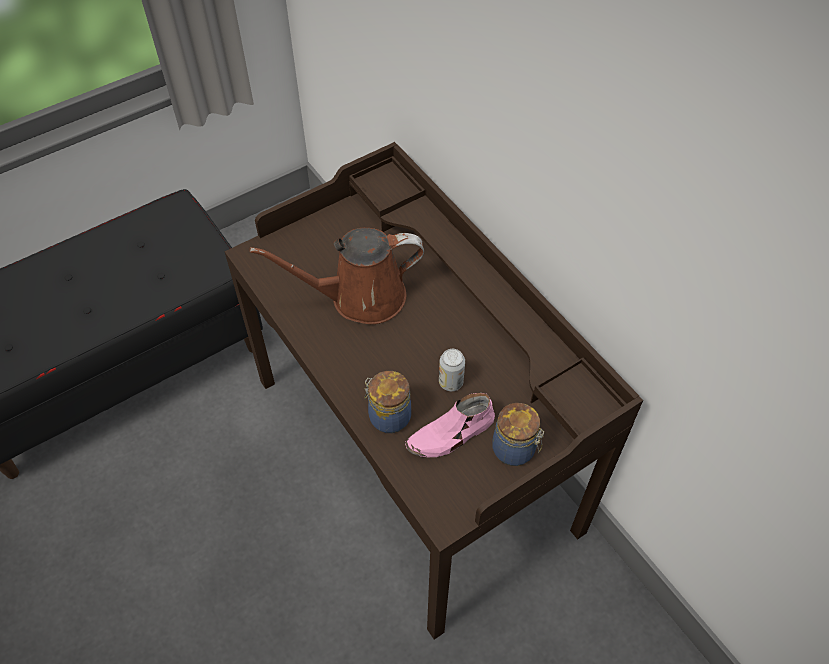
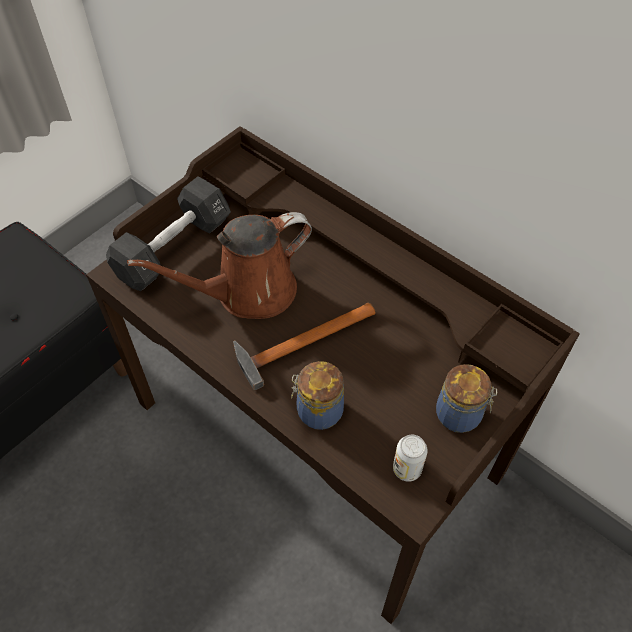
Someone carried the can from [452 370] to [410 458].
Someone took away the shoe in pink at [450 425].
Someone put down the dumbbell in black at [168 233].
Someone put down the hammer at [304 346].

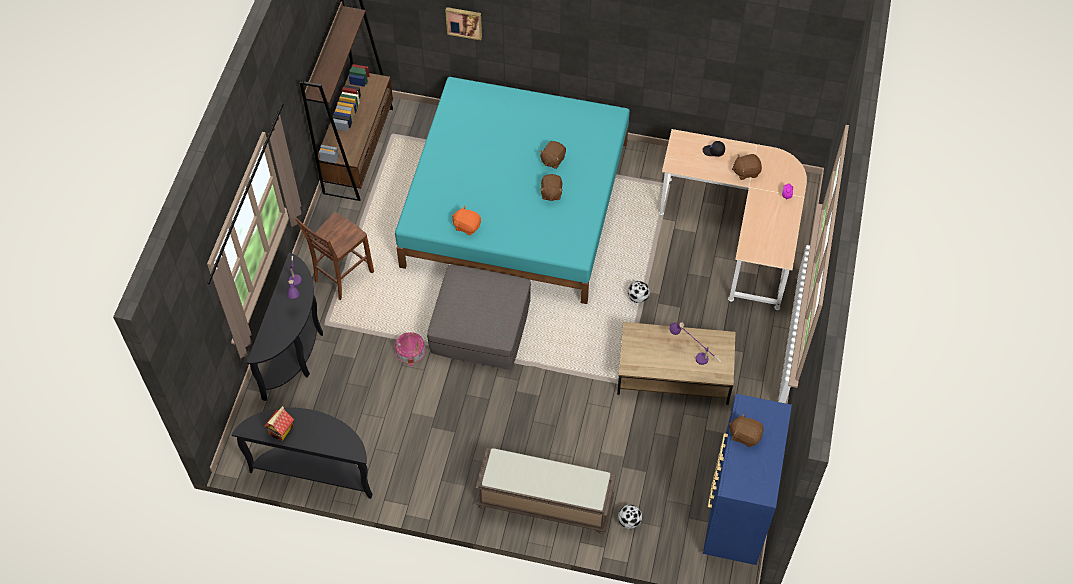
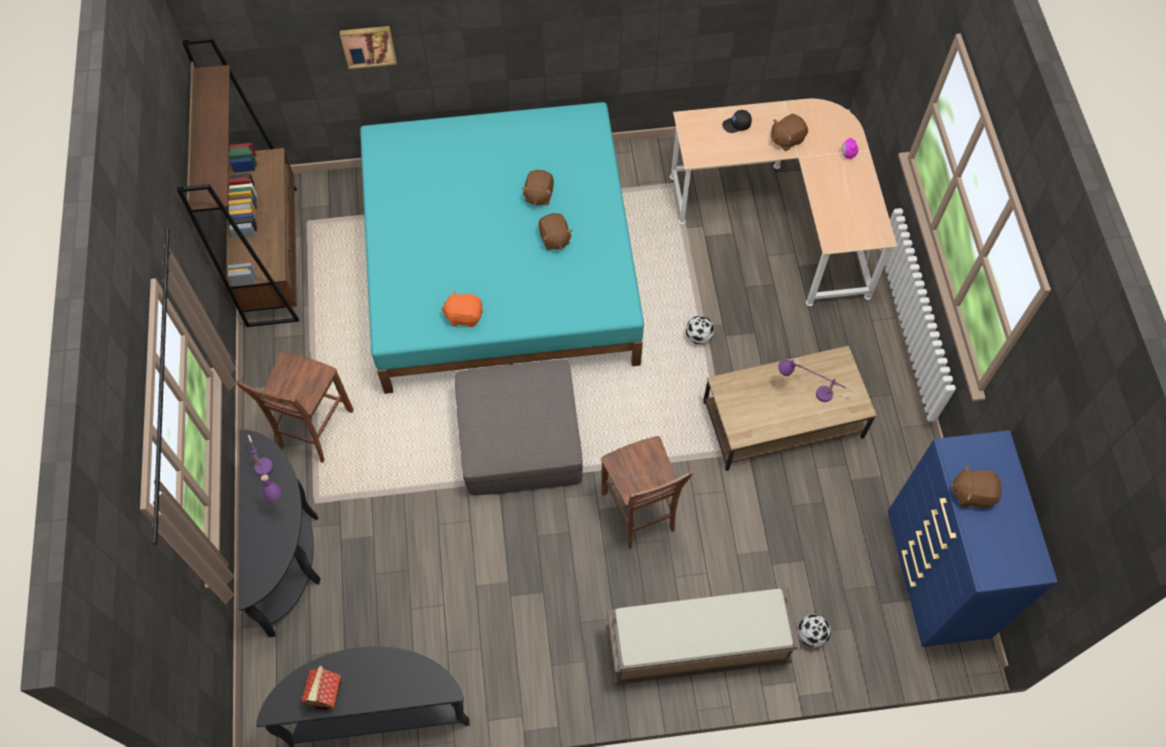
Someone took away the toy house at [410 349].
Someone put down the chair in brown at [647 492].

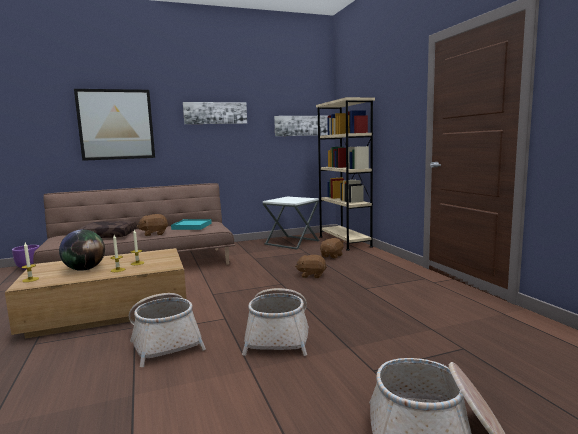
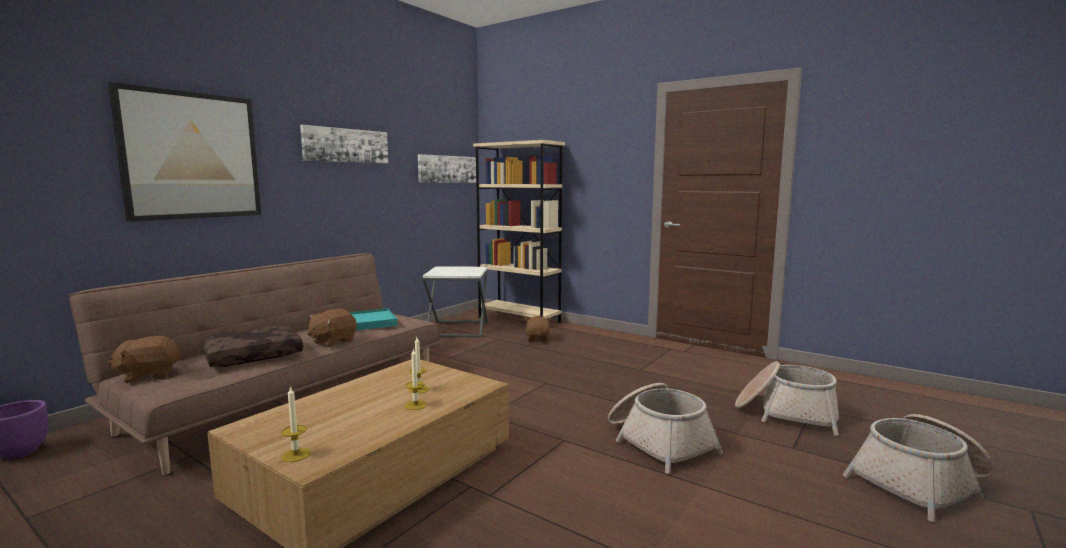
Someone took away the globe at [82 250].
Someone carried the plush toy in brown from [311 266] to [144 359].
Someone carried the basket from [167 330] to [787 398].

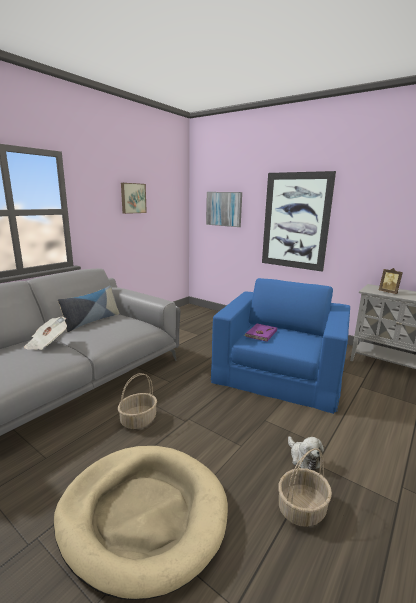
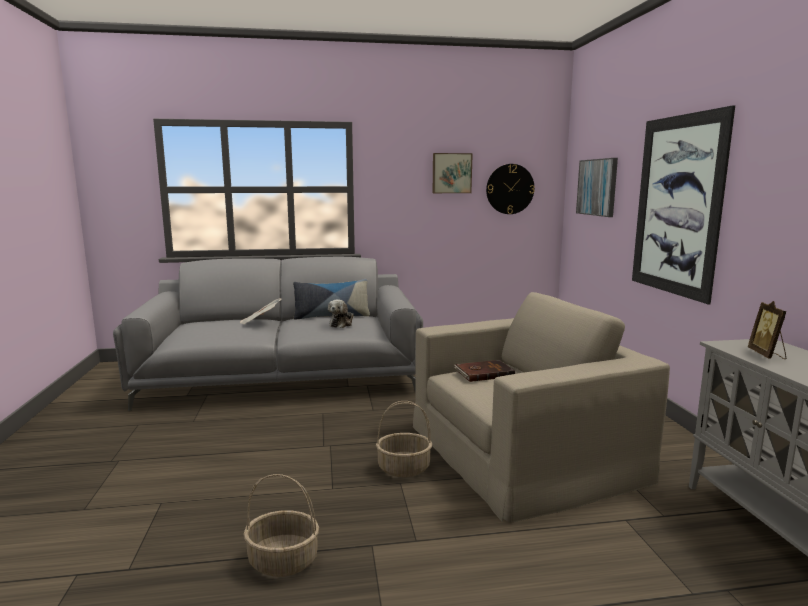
Someone repainted the armchair in blue at [280 346], which became the armchair in beige at [541 407].
Someone repainted the book in purple at [260 333], which became the book in brown at [484 371].
Someone carried the basket from [137 401] to [404 439].
Someone carried the plush toy from [306 453] to [341 313].
Someone took away the dog bed in beige at [141 523].
Someone put up the wall clock at [510 189].

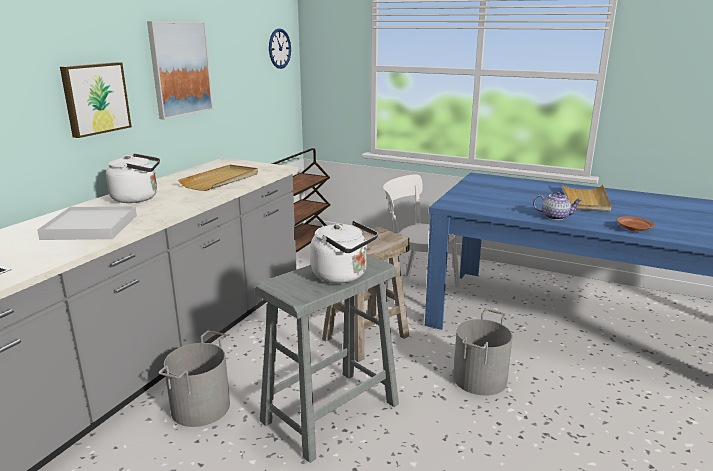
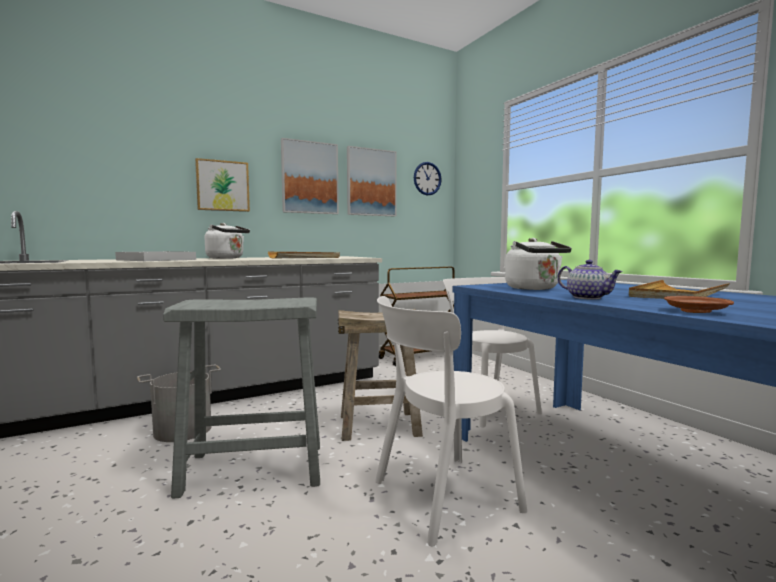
Someone carried the kettle in white from [344 252] to [538 264].
Someone swapped the bucket in grey at [483 352] for the chair in white at [451 421].
Someone put up the picture at [372 181].

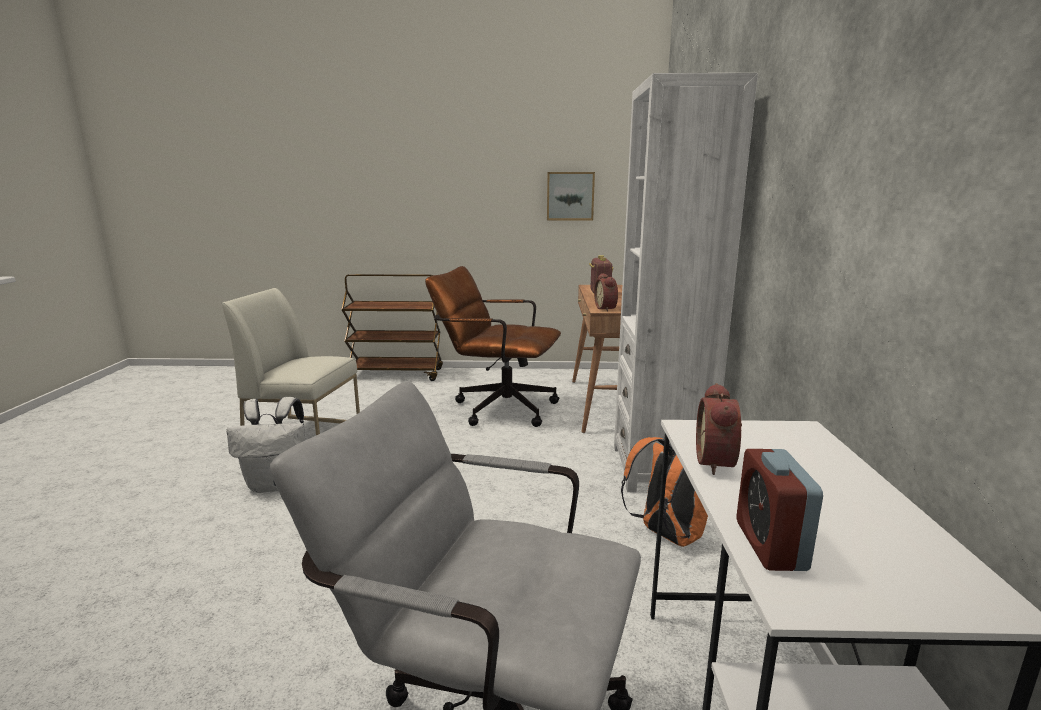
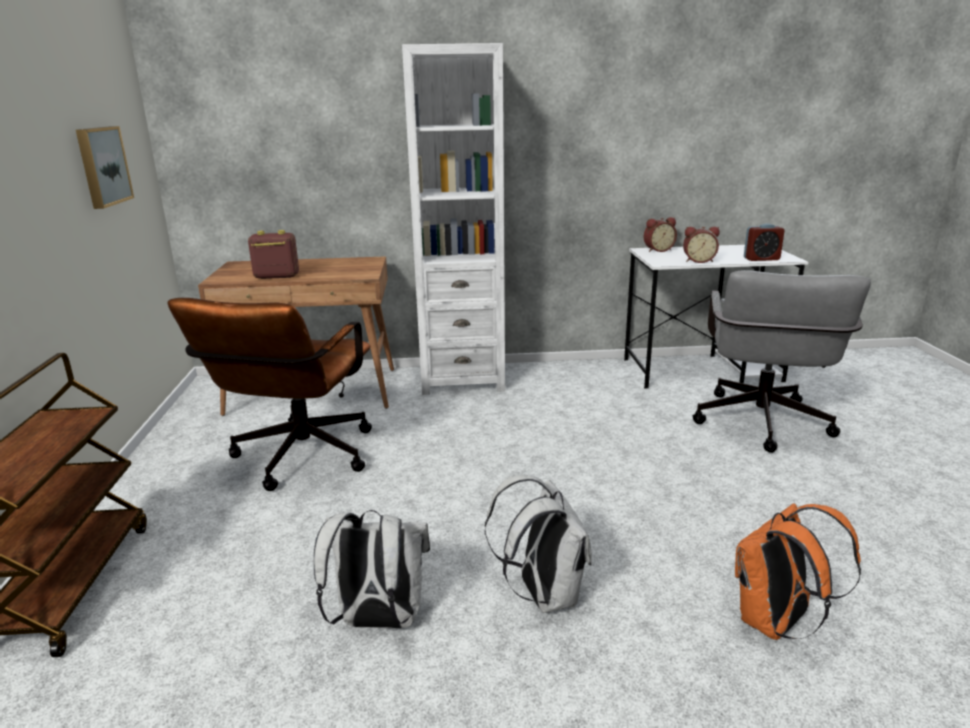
Someone carried the alarm clock from [606 292] to [660 234].
Someone swapped the chair in white at [291 361] for the backpack in white at [372 569].
Someone carried the backpack in orange from [664 492] to [798 572].

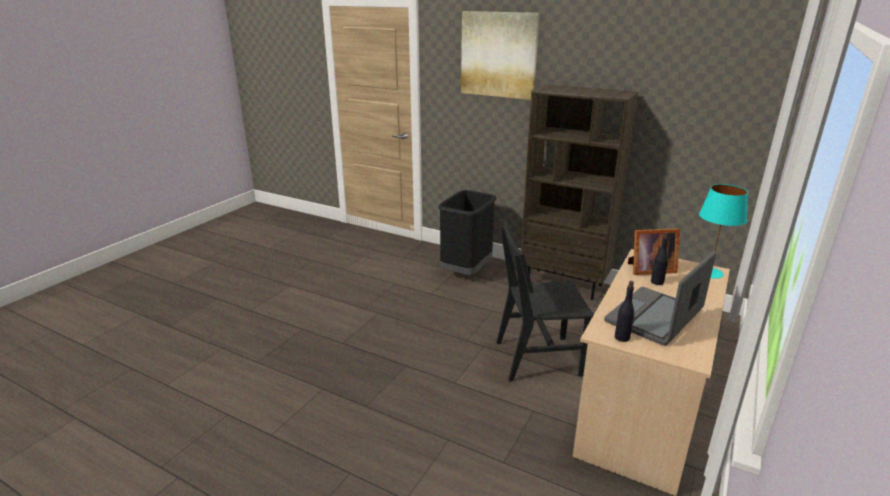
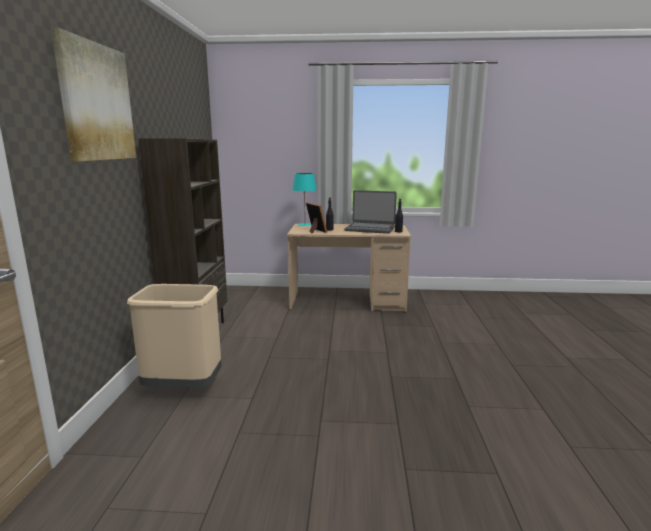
Someone repainted the trash can in black at [467 232], which became the trash can in beige at [174 336].
Someone took away the chair in black at [545 301].

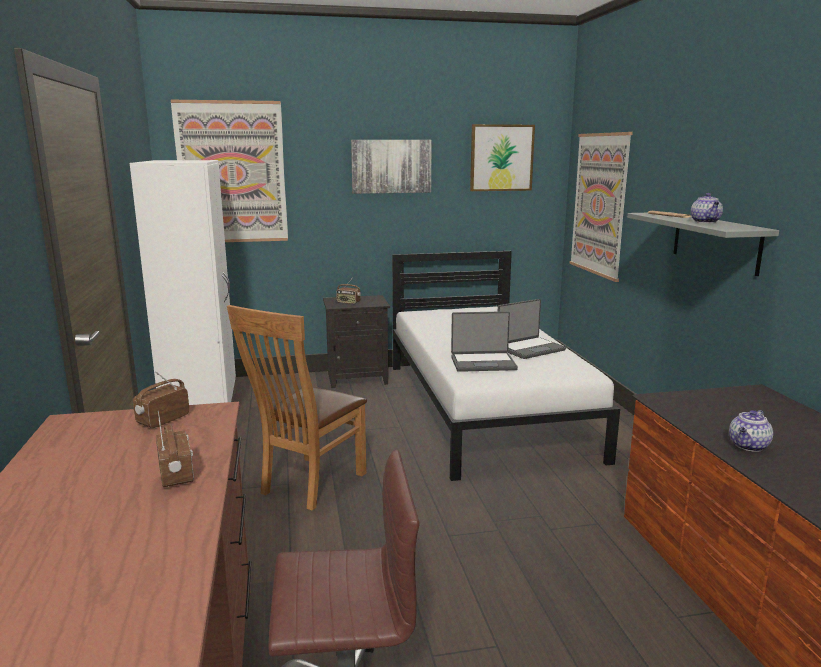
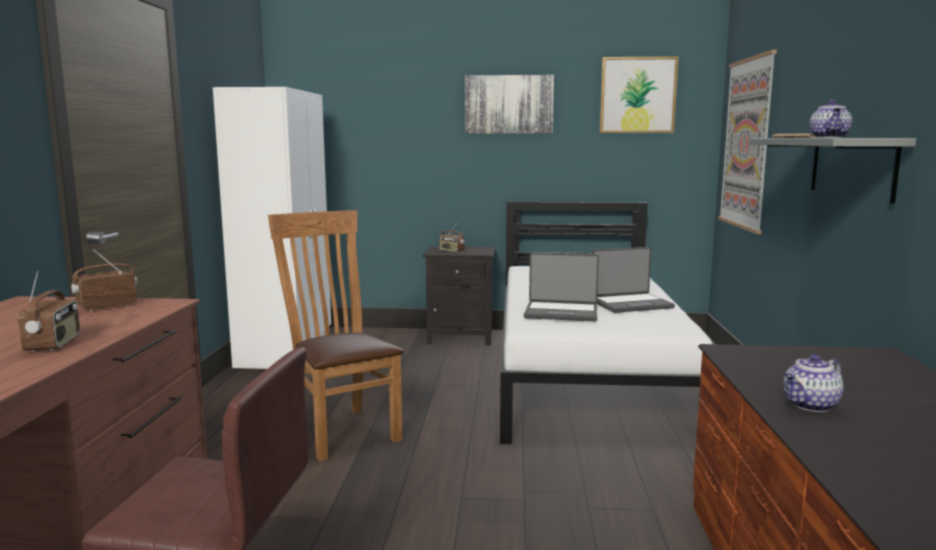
Someone took away the picture at [229 171].
Someone rotated the chair in brown at [297 408] by 105 degrees clockwise.

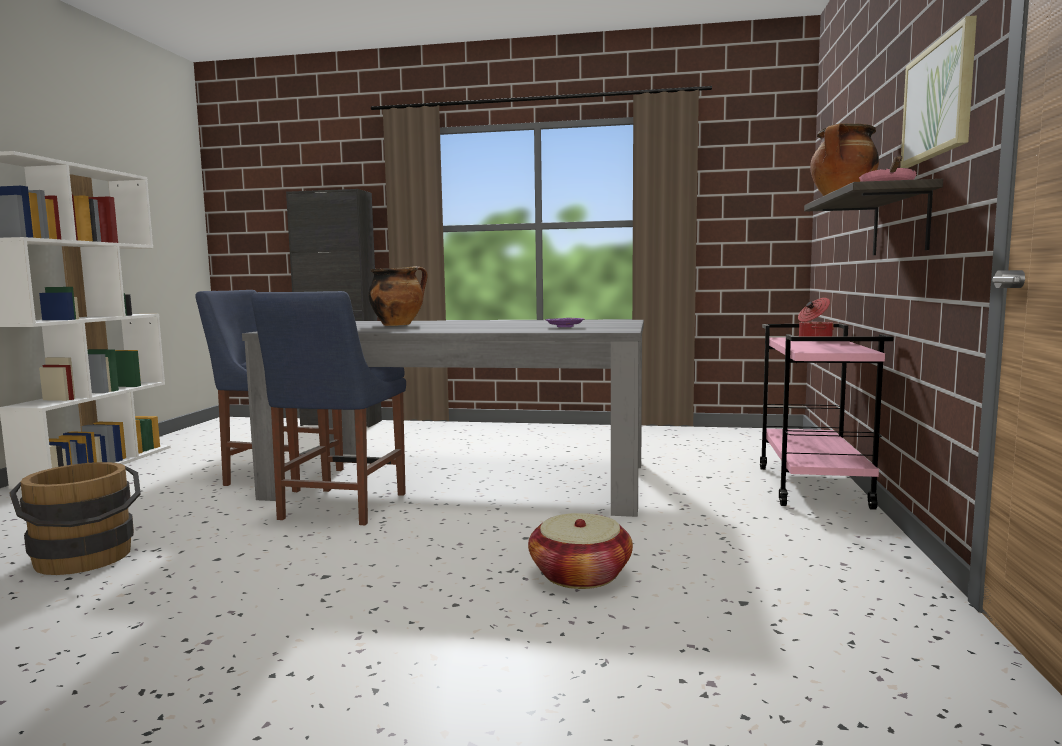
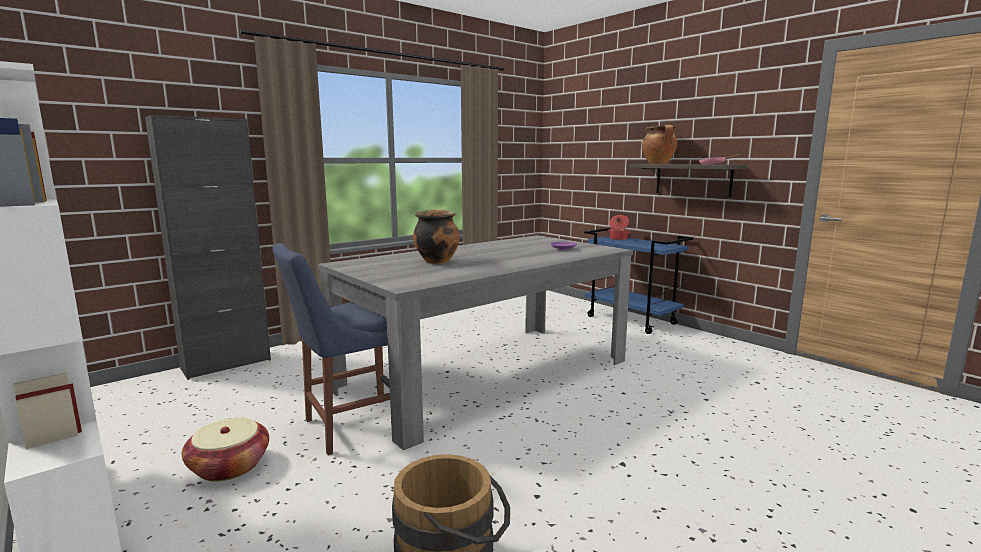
Someone took away the picture at [938 92].
Someone took away the chair in blue at [328 408].
Someone repainted the cart in pink at [826 417], which became the cart in blue at [638 281].
Someone carried the basket from [580 551] to [225 449].

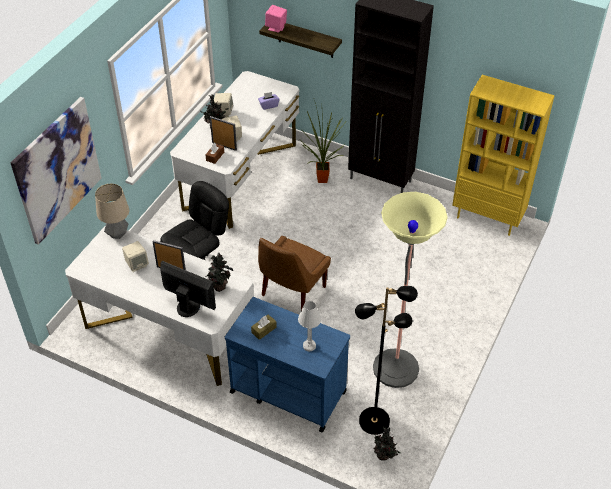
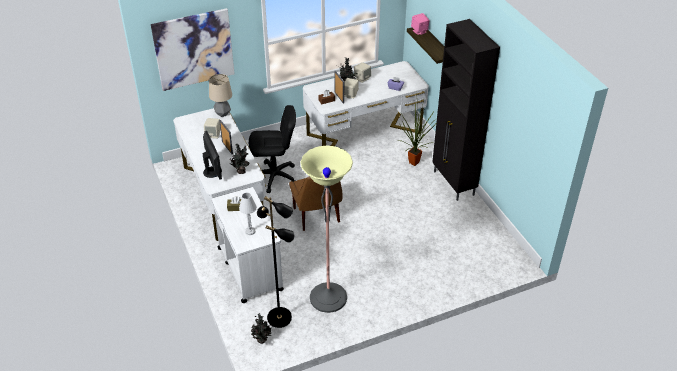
Someone took away the bookcase in yellow at [503 155].
Someone rotated the chair in brown at [294 273] by 90 degrees counterclockwise.
Someone repainted the cart in blue at [287 365], which became the cart in white at [248 245].

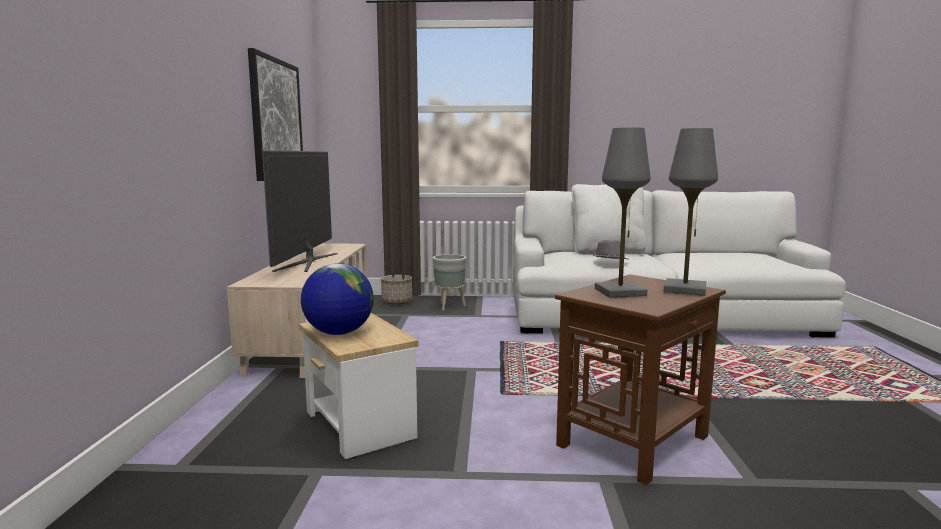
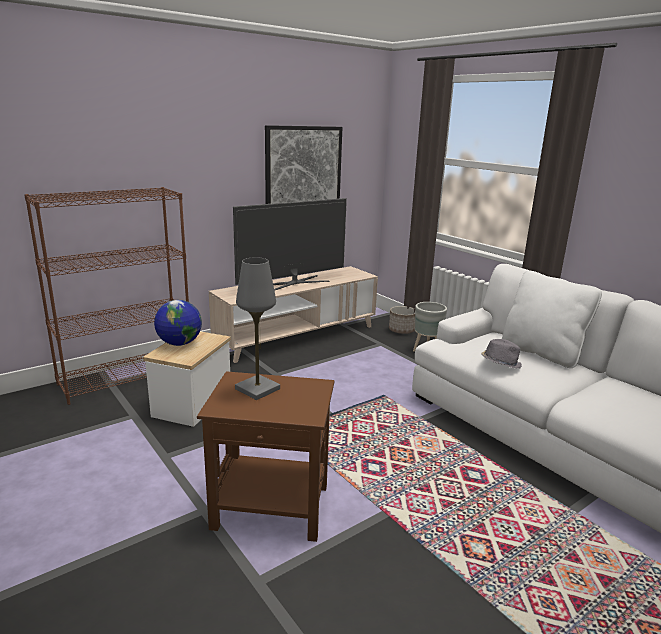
Someone took away the table lamp in grey at [691 212].
Someone put down the bookcase in brown at [107 296].

